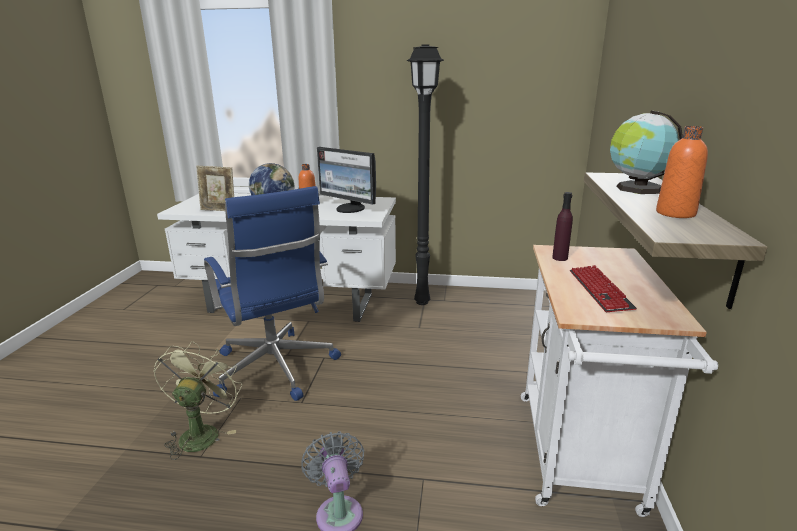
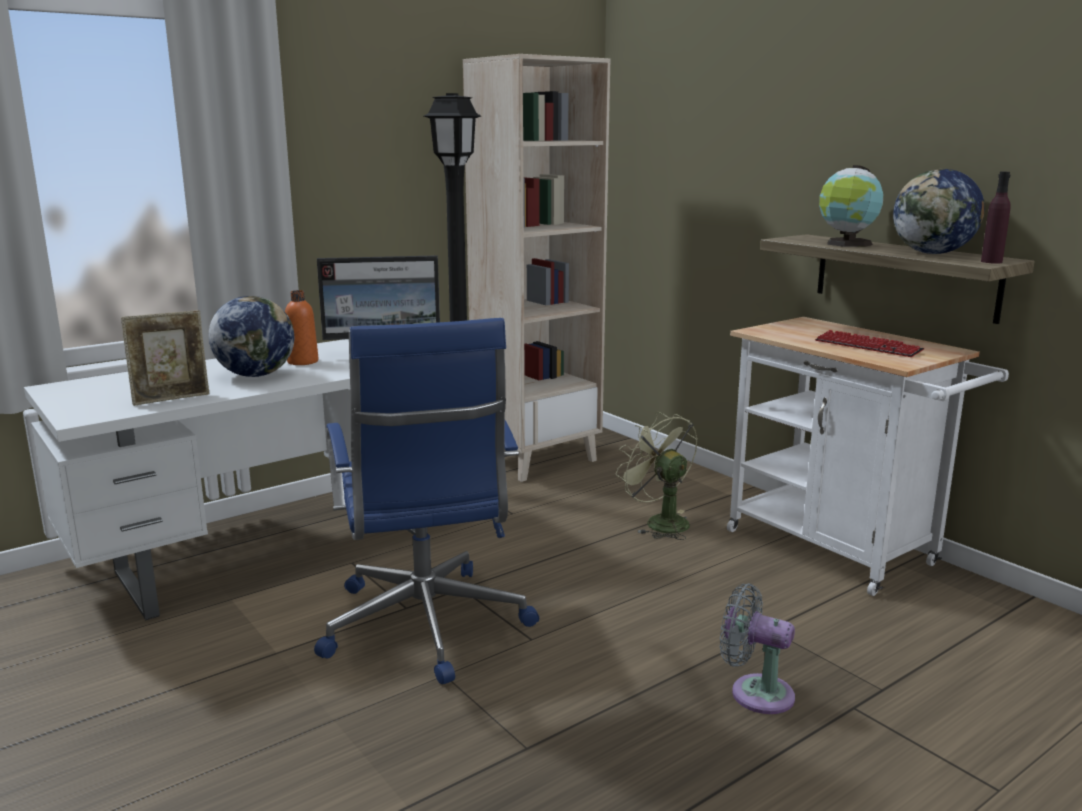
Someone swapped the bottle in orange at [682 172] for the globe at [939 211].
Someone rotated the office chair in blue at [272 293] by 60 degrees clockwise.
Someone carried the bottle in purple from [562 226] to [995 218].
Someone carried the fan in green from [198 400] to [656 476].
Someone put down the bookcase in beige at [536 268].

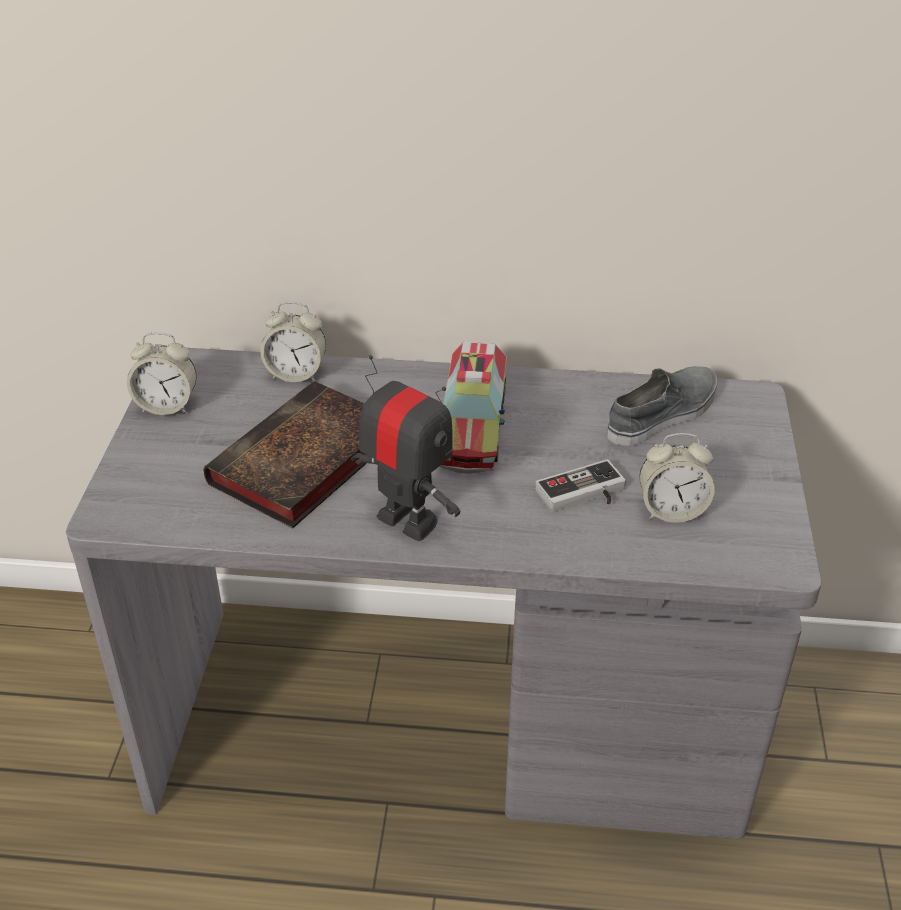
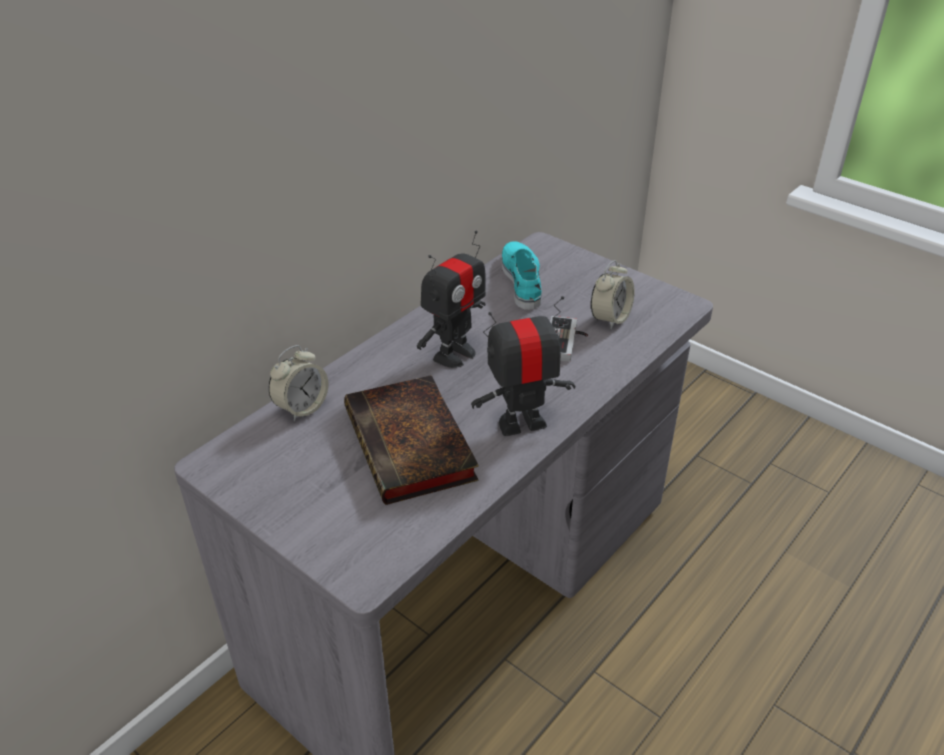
Someone took away the alarm clock at [162 373].
Someone swapped the toy truck at [473 408] for the toy robot at [451 299].
Someone repainted the shoe in grey at [662 406], which became the shoe in turquoise at [522 275].

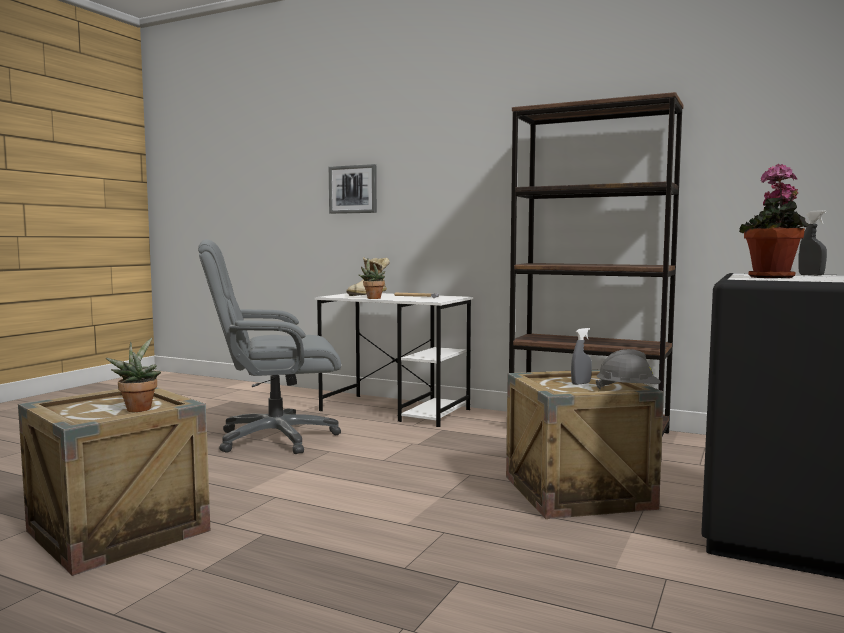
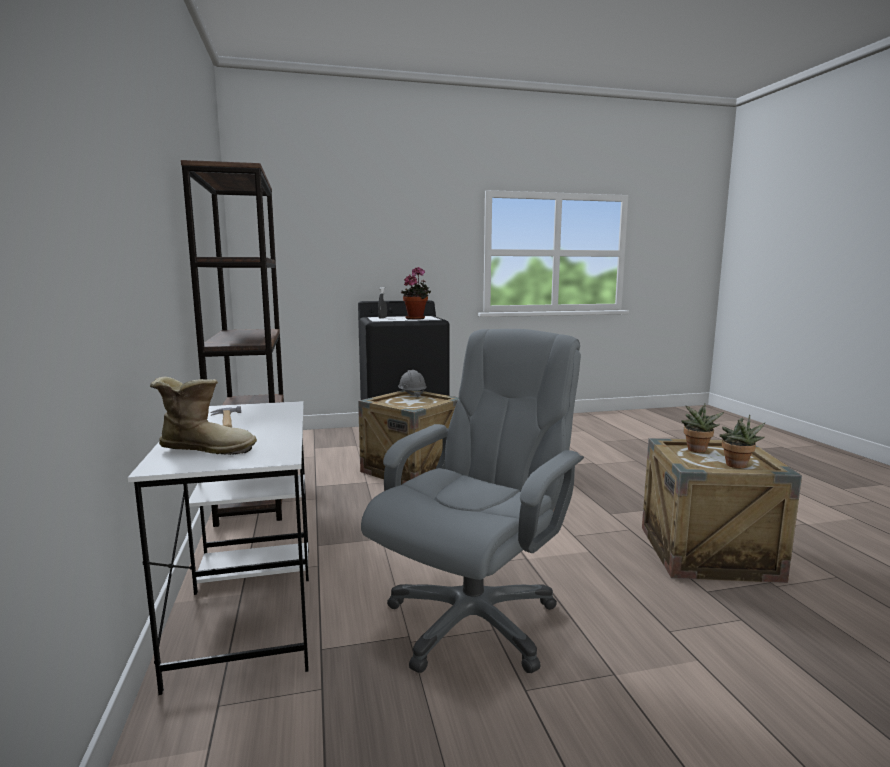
Someone took away the picture at [353 189].
Someone rotated the office chair in grey at [269 346] by 90 degrees counterclockwise.
Someone carried the potted plant from [372 279] to [742 441].
Someone took away the spray bottle in grey at [581 356].

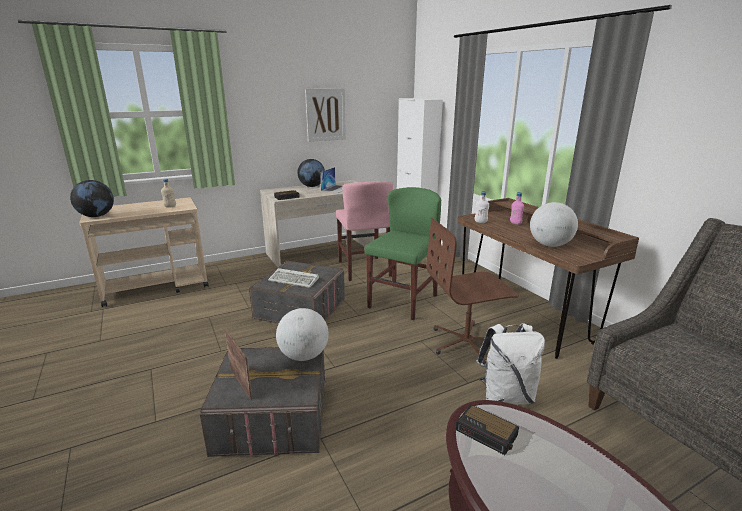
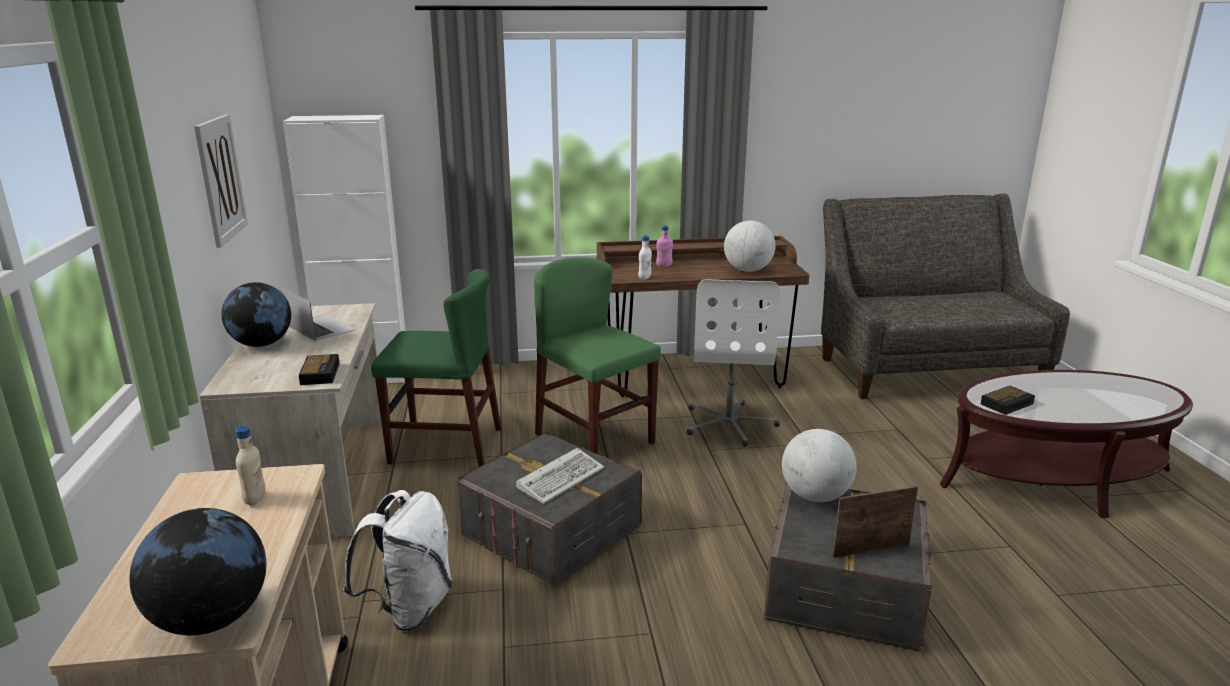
Someone repainted the chair in pink at [364 231], which became the chair in green at [436 368].
Someone repainted the office chair in brown at [472 291], which became the office chair in white at [733 363].
Someone carried the backpack in white from [511 364] to [398 560].

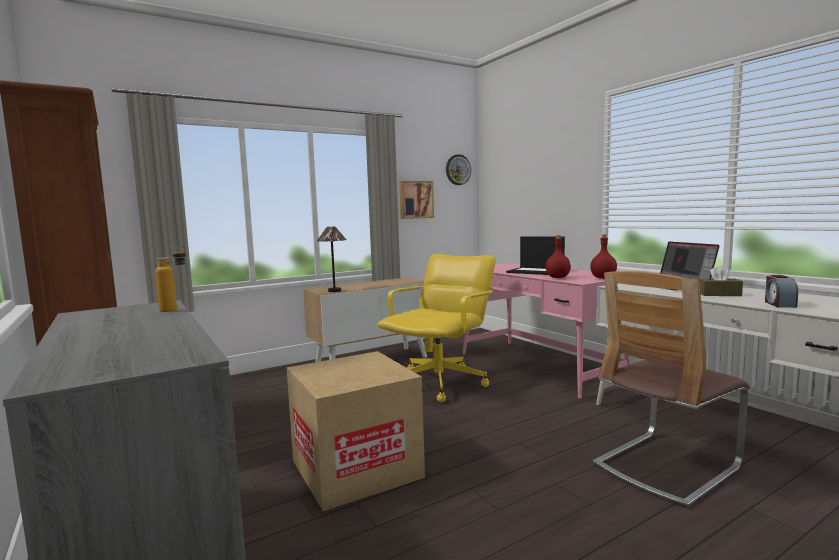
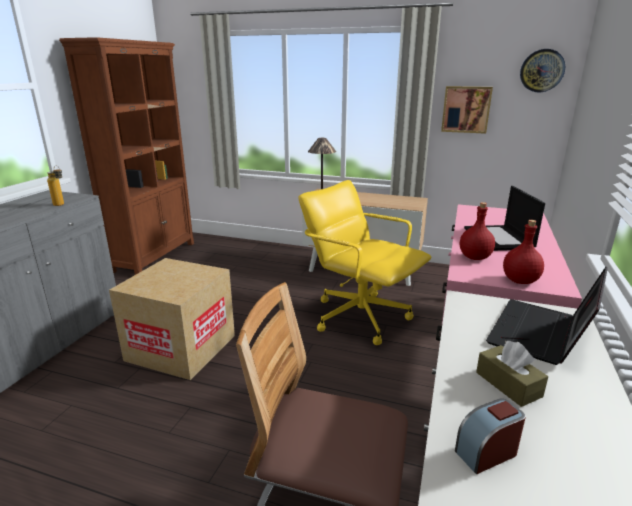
Someone rotated the office chair in yellow at [436 328] by 135 degrees counterclockwise.

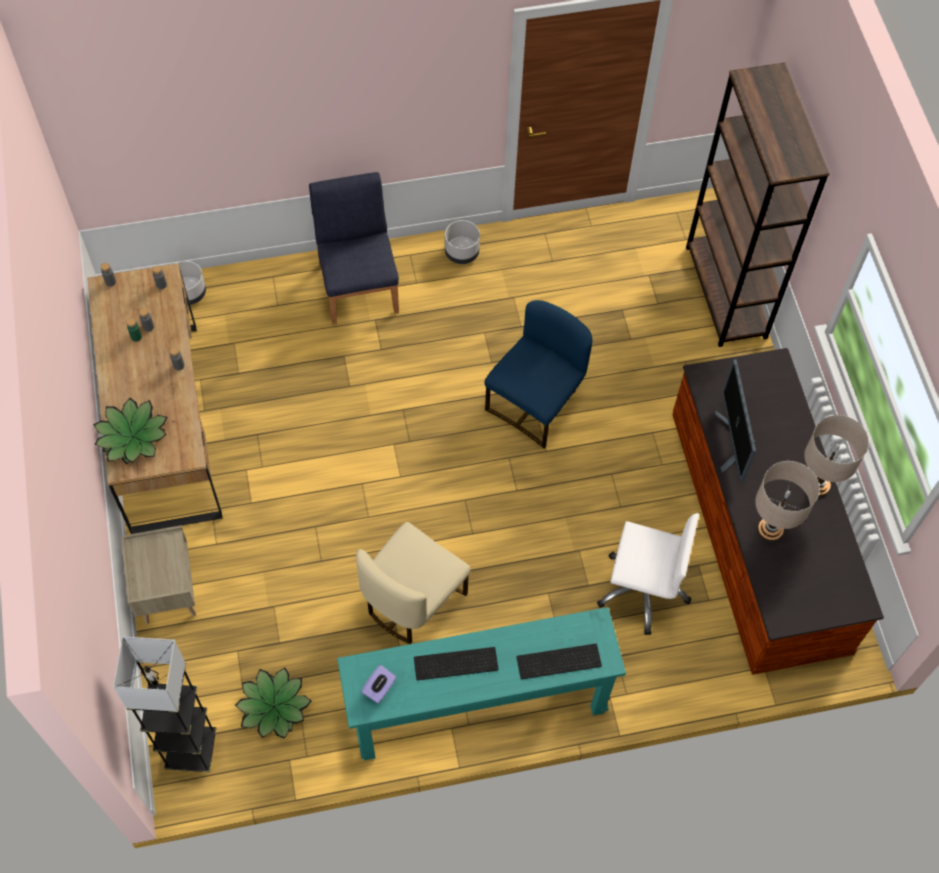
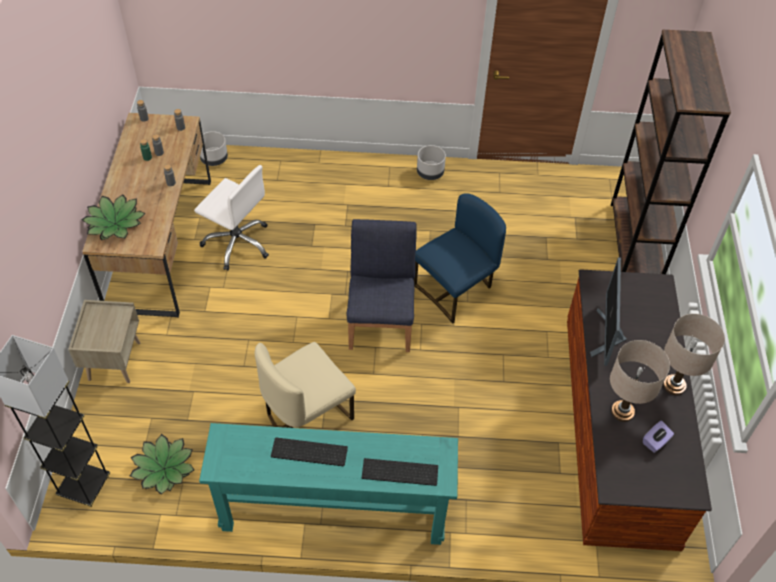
Someone carried the chair in blue from [354 248] to [381 285].
Someone carried the office chair in white from [648 574] to [231 217].
Someone carried the tissue box in purple from [378 684] to [658 437].

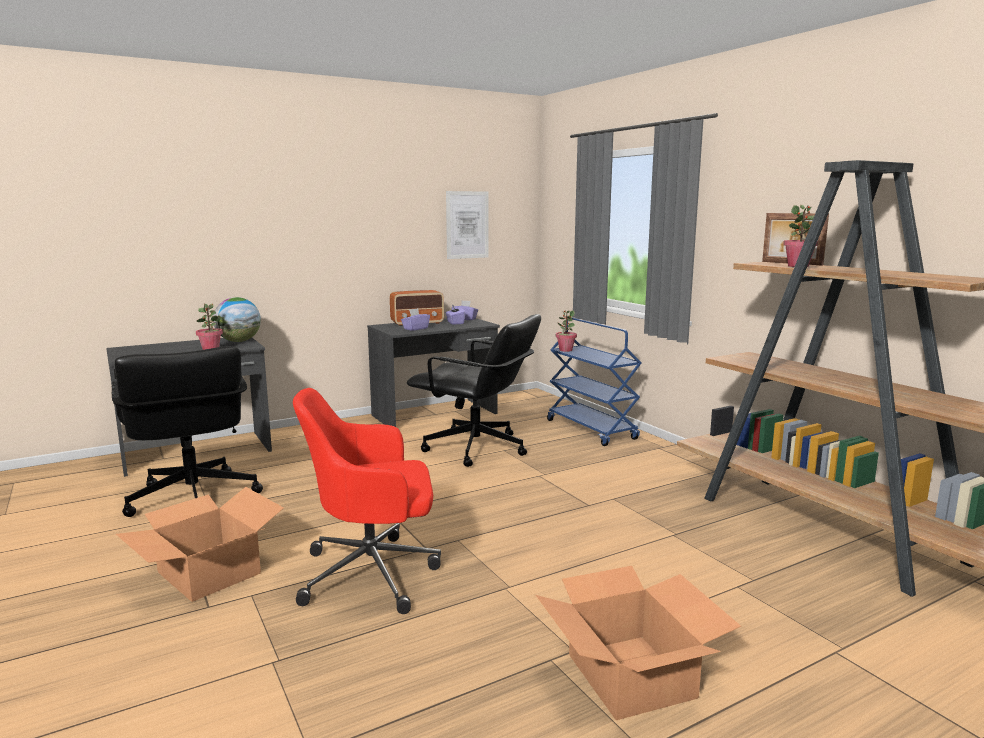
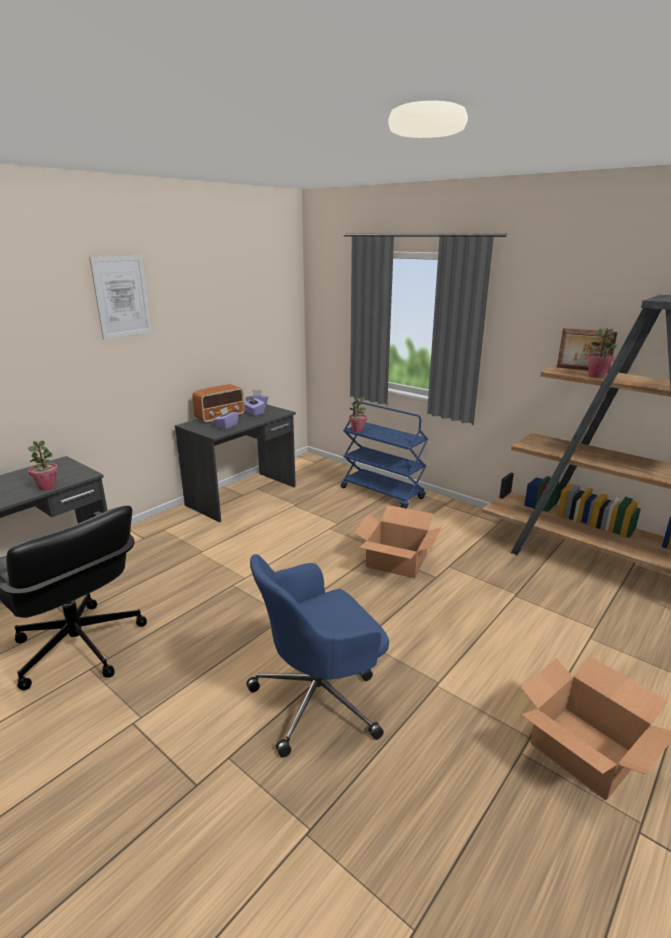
Someone carried the picture from [467 225] to [120 297].
Someone took away the globe at [237 319].
Someone took away the office chair in black at [474 390].
Someone repainted the office chair in red at [367 501], which became the office chair in blue at [317 655].
Someone carried the cardboard box from [200 544] to [398 541].

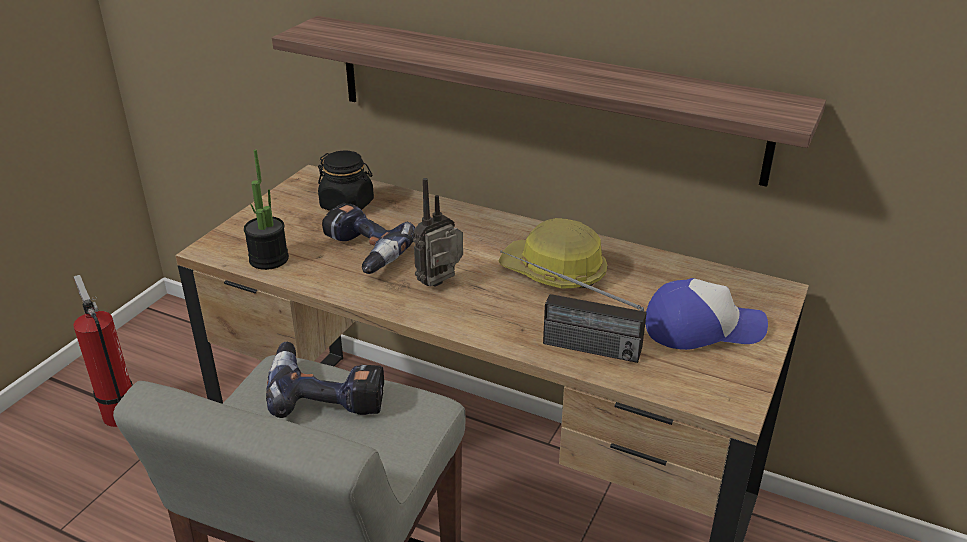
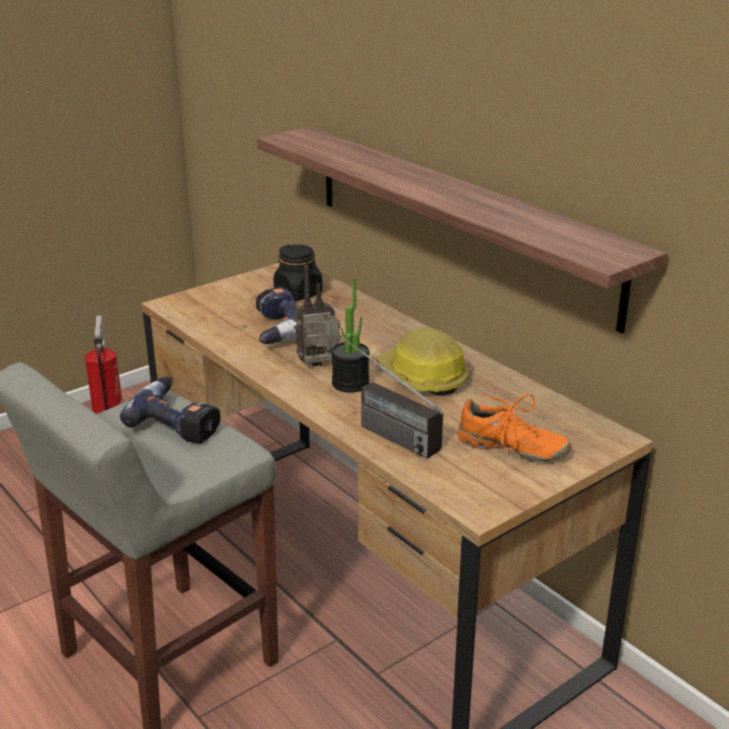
Someone carried the potted plant from [266 209] to [350 335].
Someone swapped the cap at [706 314] for the shoe in orange at [514 428].

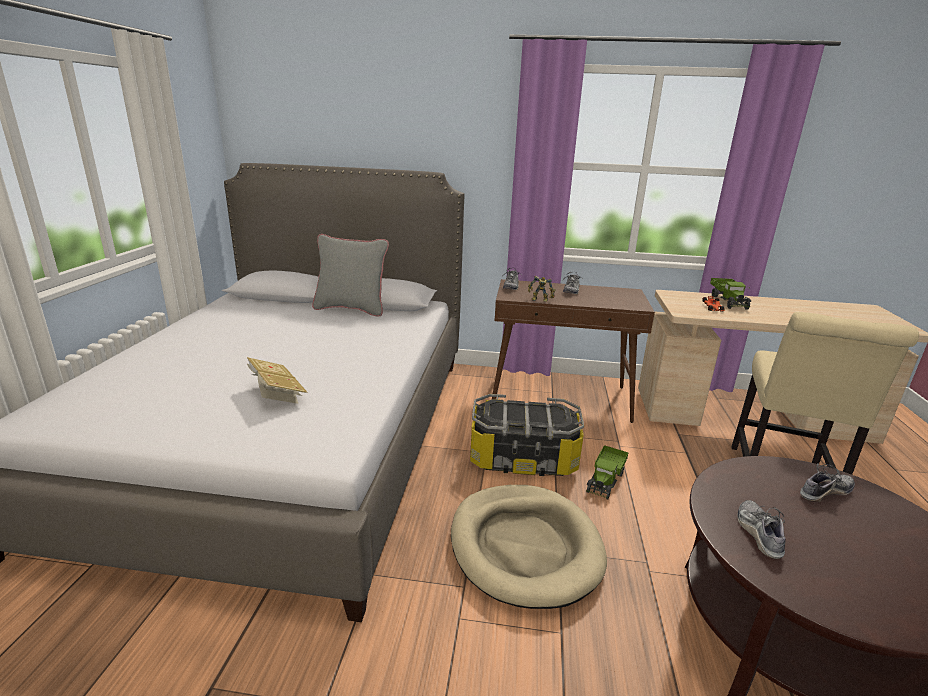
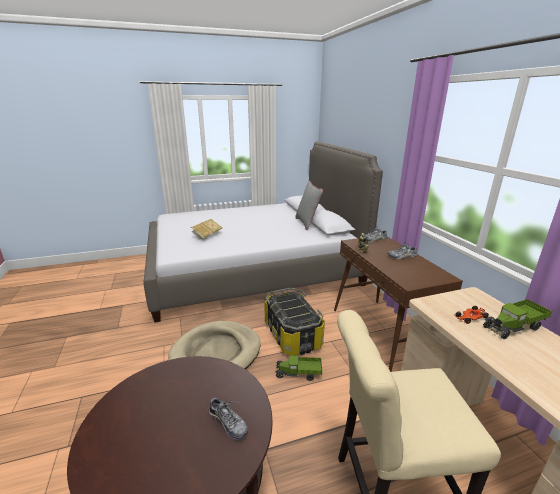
Someone took away the shoe at [762 529].

